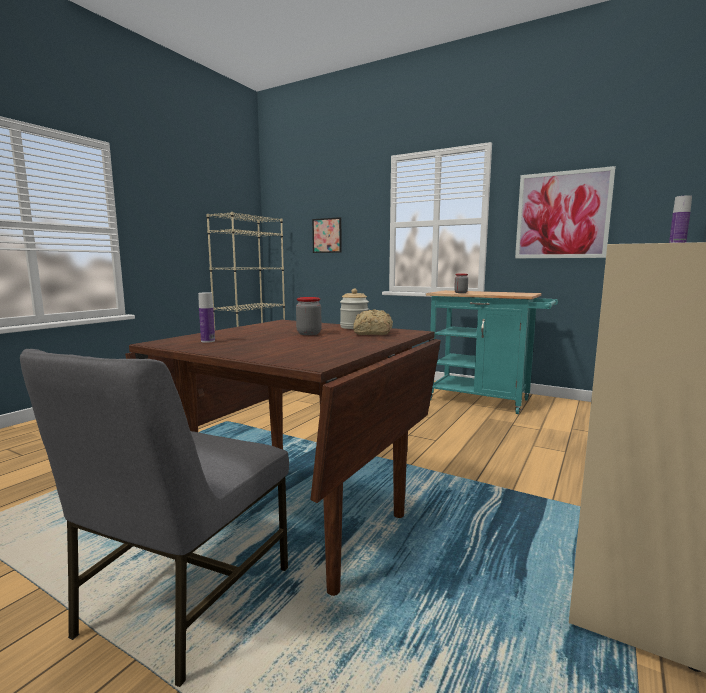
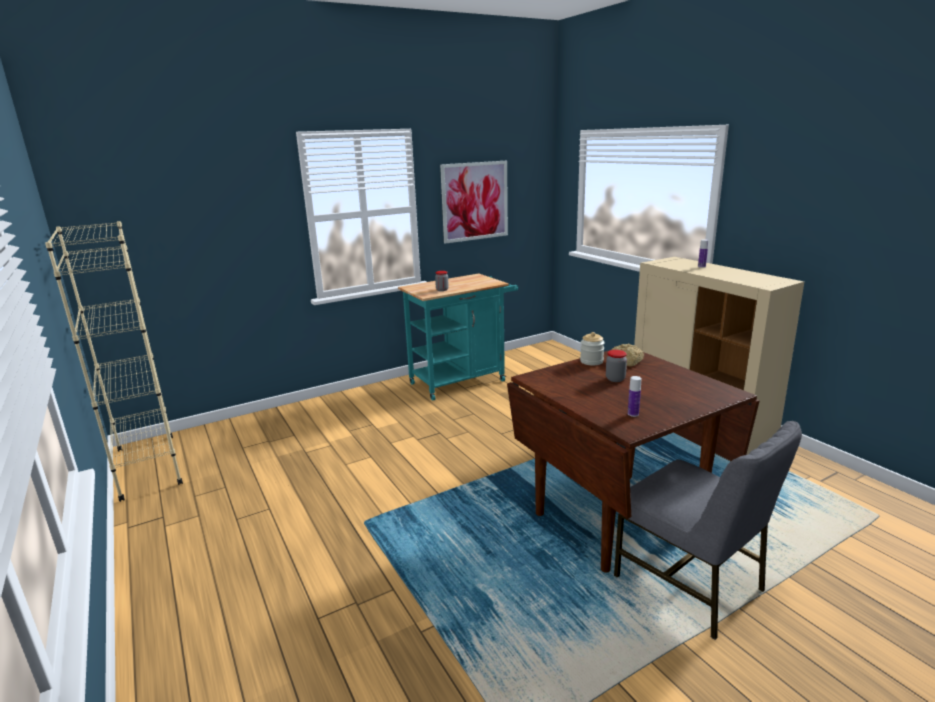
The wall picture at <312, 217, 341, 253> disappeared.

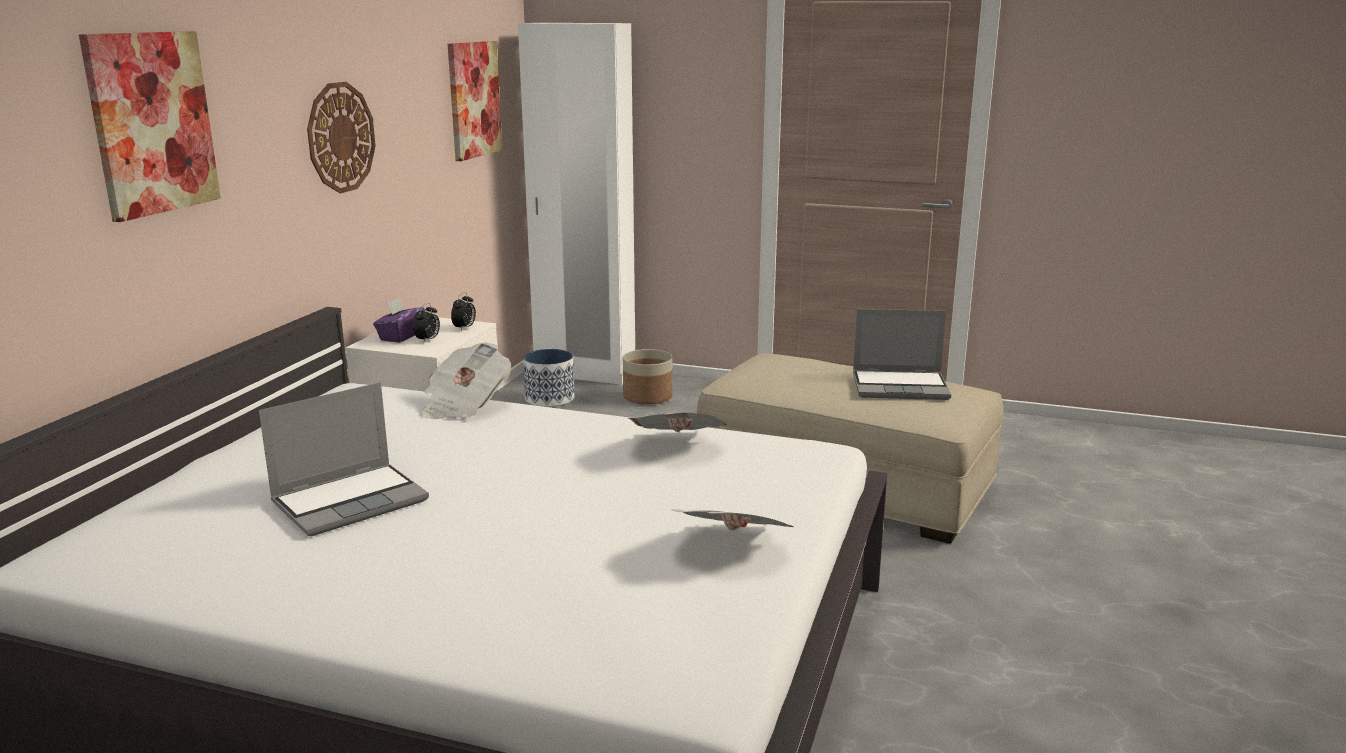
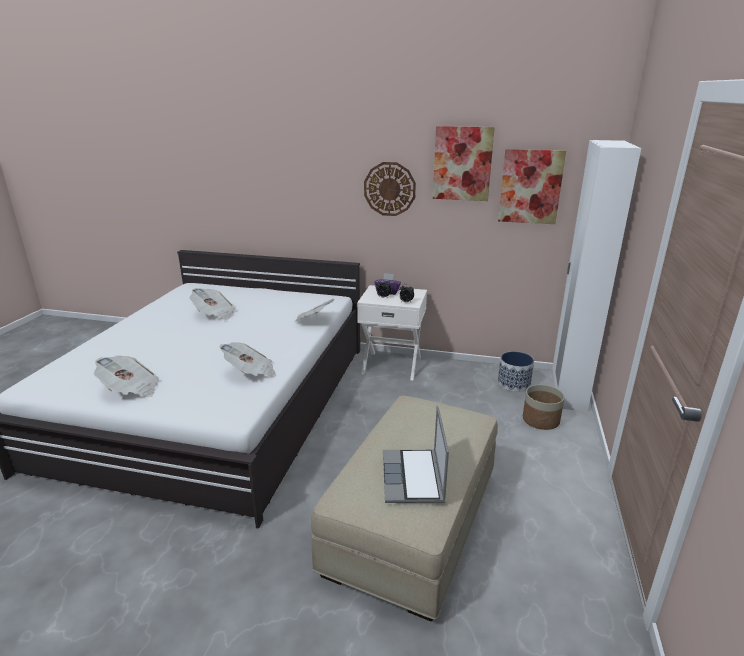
The wall picture moved from <79, 31, 221, 222> to <433, 126, 495, 201>.
The laptop at <259, 382, 429, 536> was replaced by the newspaper at <189, 288, 236, 320>.

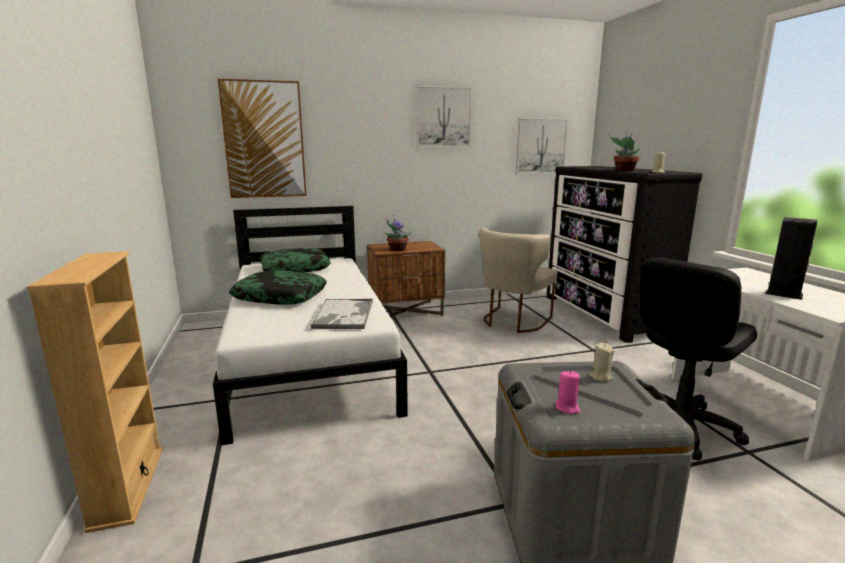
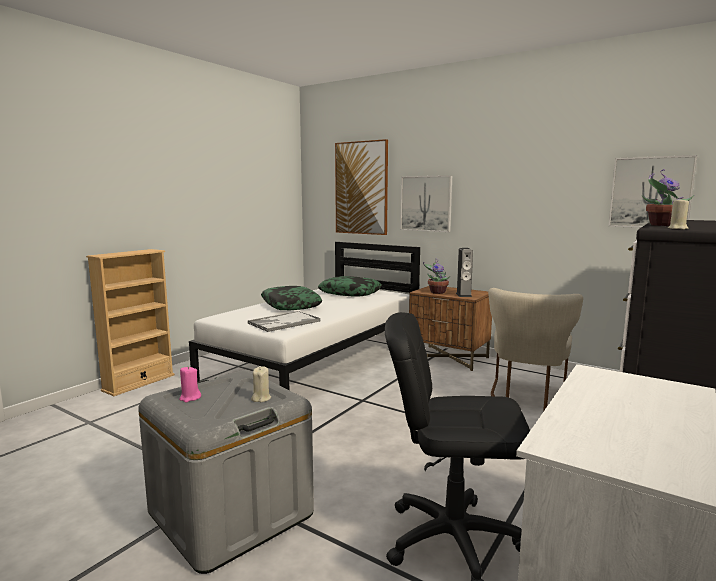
The wall picture moved from <416, 86, 472, 147> to <400, 175, 452, 232>.
The speaker moved from <765, 217, 818, 300> to <456, 248, 473, 297>.
The chair in sand-coloured at <479, 228, 558, 333> turned 60 degrees counterclockwise.

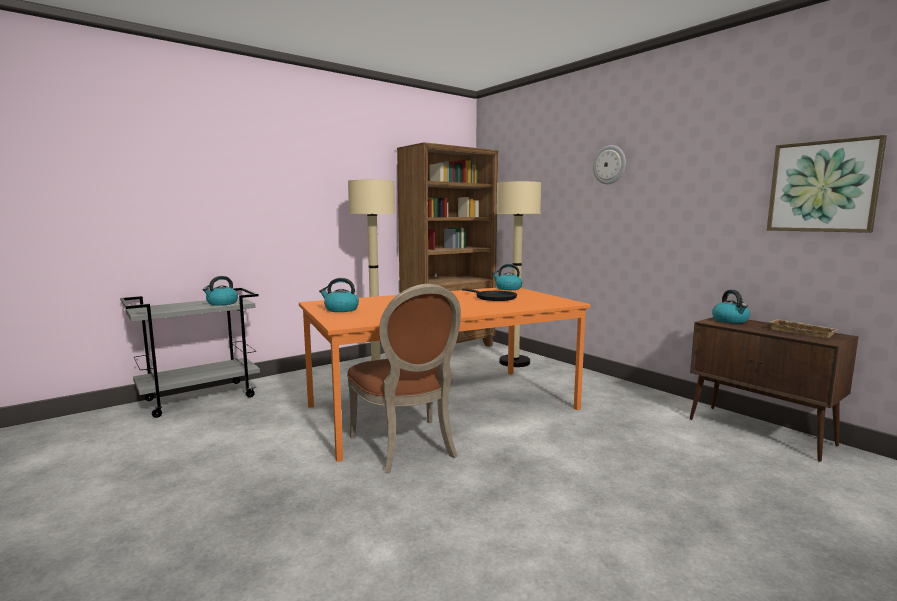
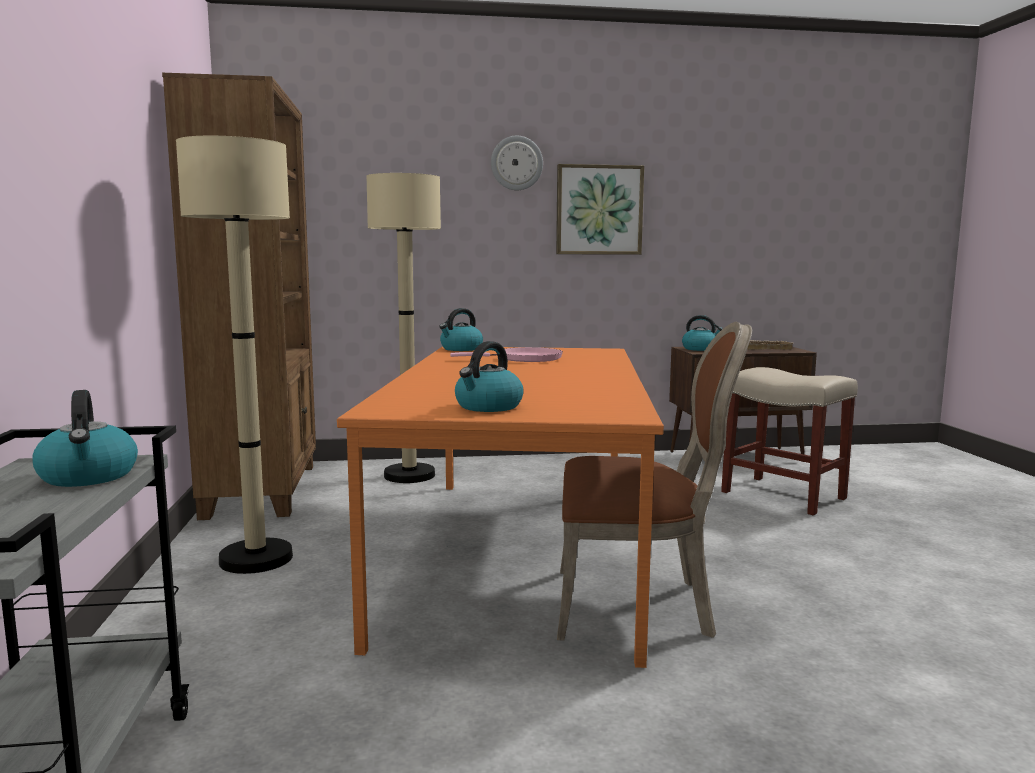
The wall picture moved from <767, 135, 887, 233> to <556, 164, 644, 255>.
The skillet in blackish at <462, 288, 517, 301> became the skillet in pink at <450, 347, 563, 362>.
The stool seat in sand-coloured at <721, 367, 858, 515> appeared.

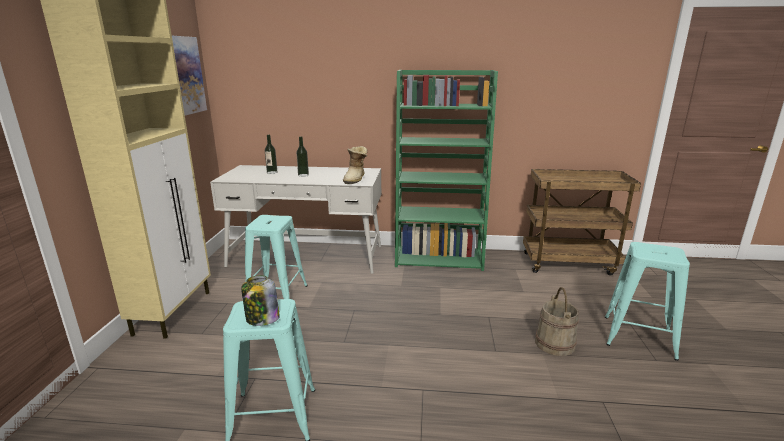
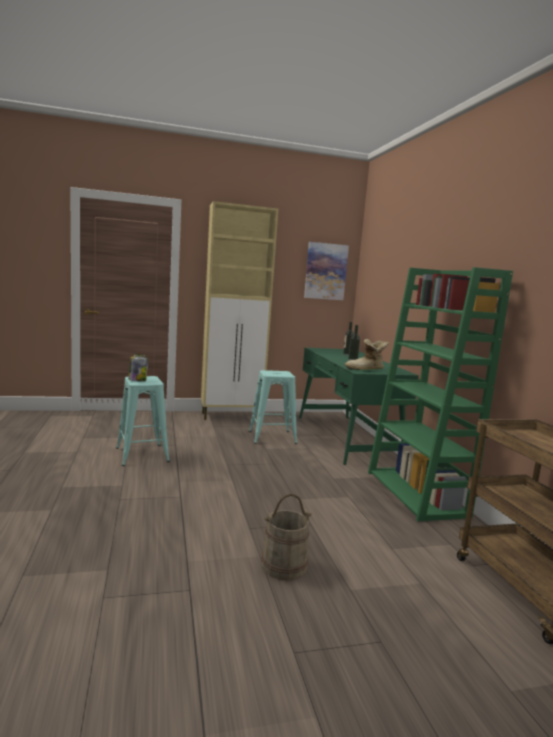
The desk unit in white-coloured at <210, 165, 381, 274> became the desk unit in green at <299, 348, 419, 465>.
The stool seat in turquoise at <605, 242, 690, 361> disappeared.

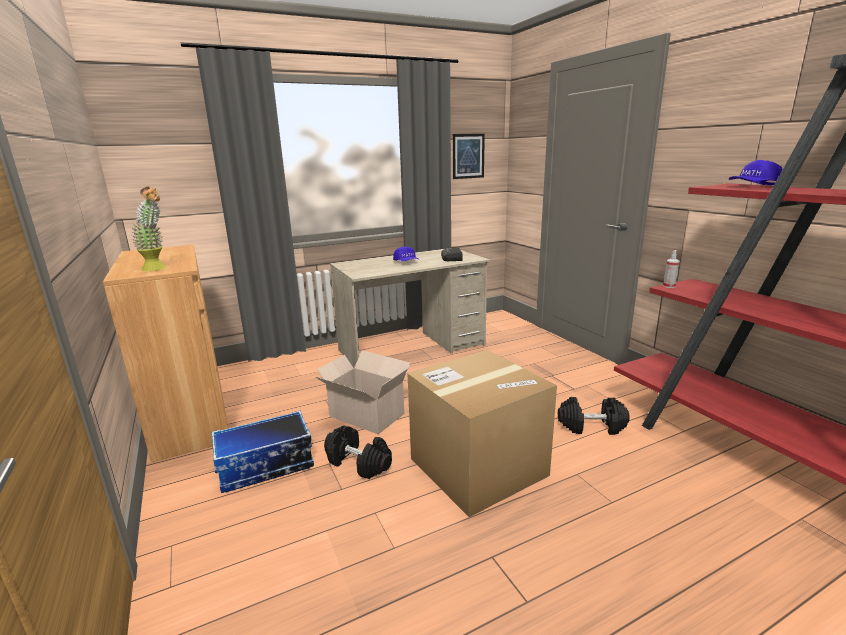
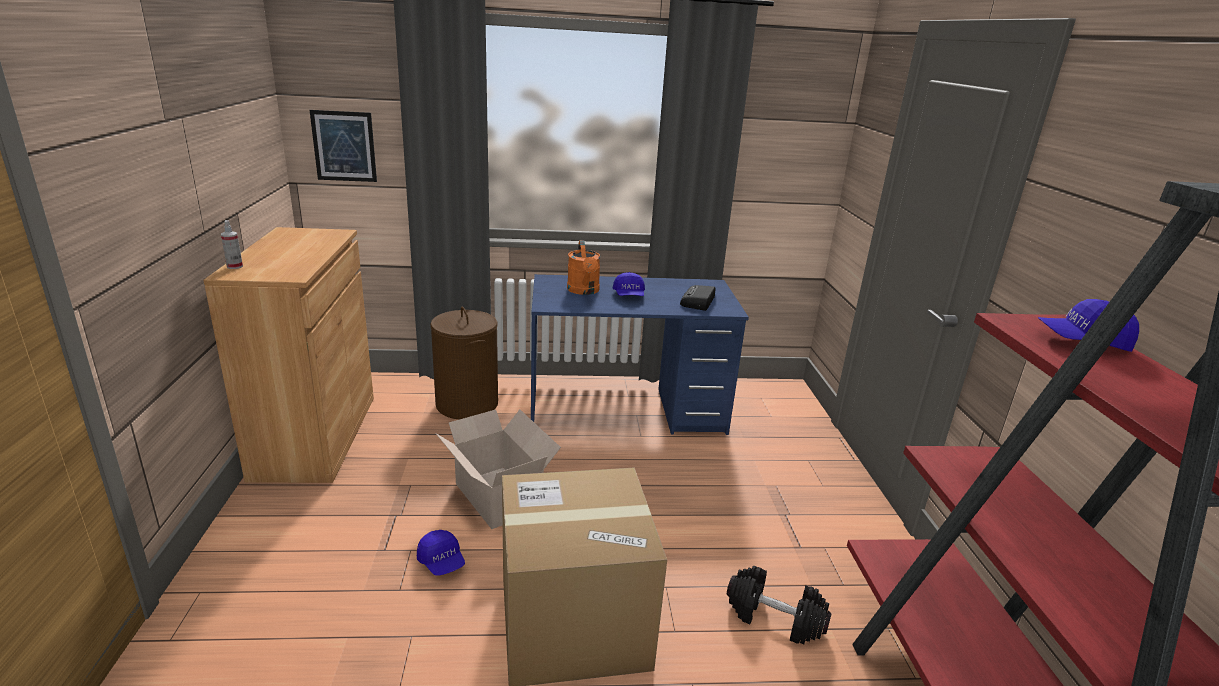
The wall picture moved from <453, 134, 485, 179> to <310, 110, 377, 182>.
The plant in a pot at <130, 187, 166, 271> disappeared.
The desk unit in sand-coloured at <330, 248, 490, 368> became the desk unit in blue-coloured at <531, 274, 749, 435>.
The spray bottle moved from <663, 250, 680, 288> to <221, 220, 243, 269>.
The storage bin at <212, 410, 314, 493> disappeared.
The hand weight in blackish at <324, 425, 392, 479> was replaced by the cap in blue-coloured at <417, 530, 465, 575>.
The watering pot in orange-coloured at <567, 240, 600, 295> appeared.
The hamper in brown-coloured at <430, 307, 498, 420> appeared.

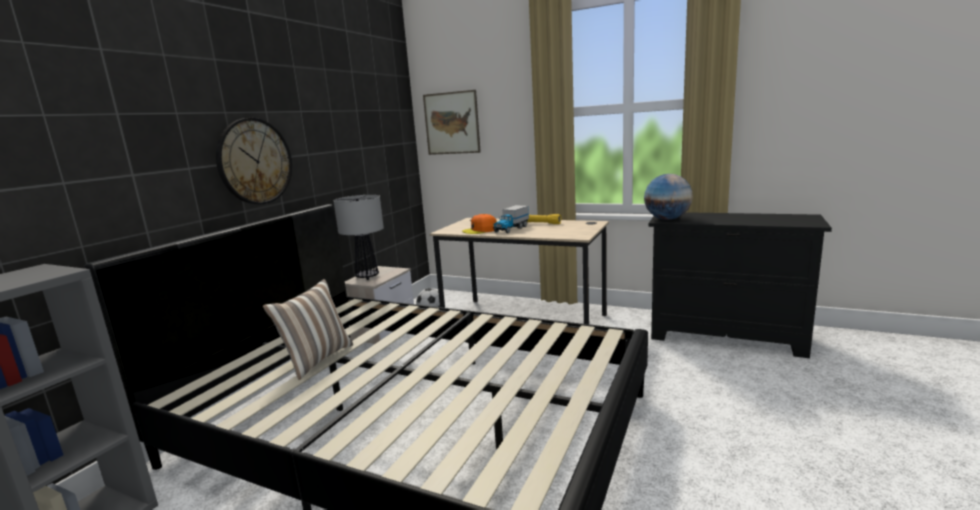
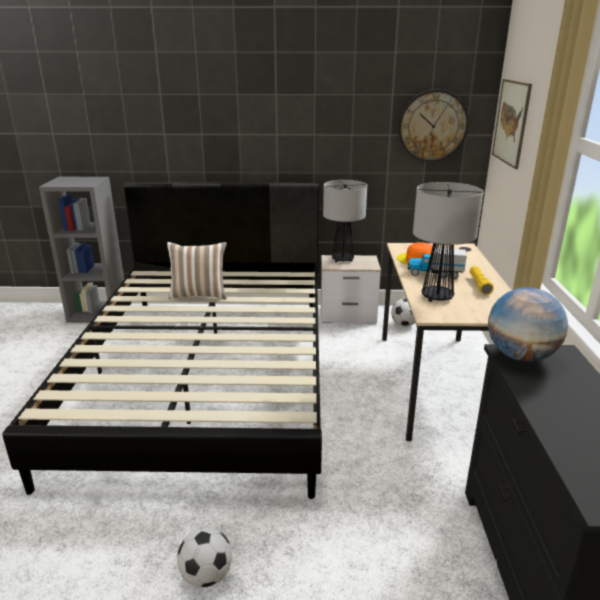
The wall clock moved from <216, 118, 292, 204> to <398, 89, 469, 162>.
The lamp for a table at <413, 182, 484, 302> appeared.
The football ball at <177, 527, 232, 587> appeared.

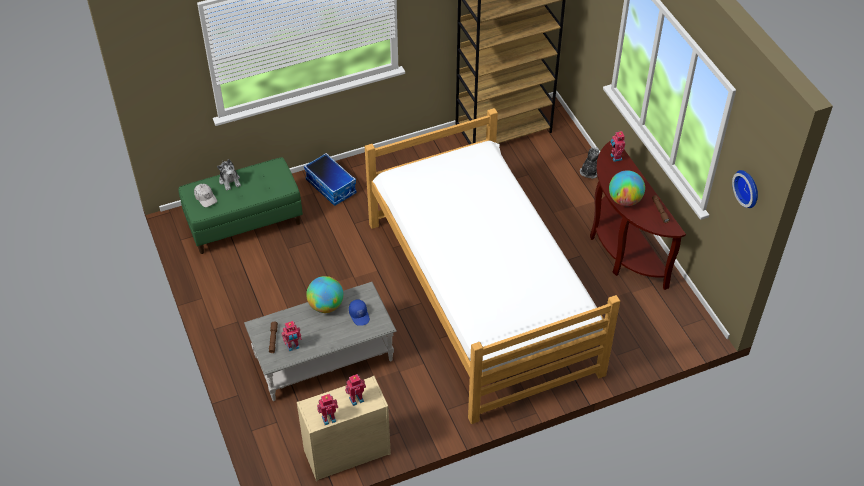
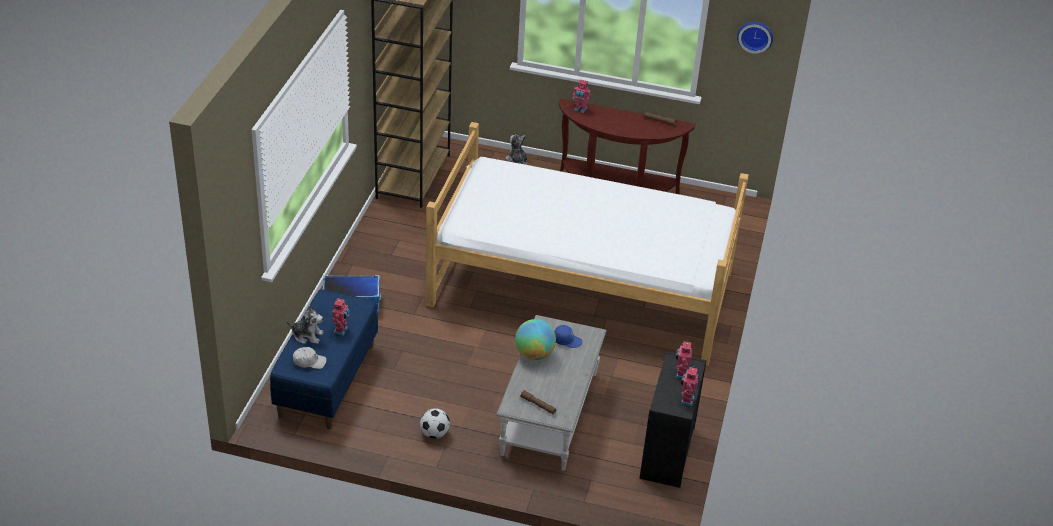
The long seat in green at <178, 157, 303, 254> became the long seat in blue-coloured at <270, 289, 378, 429>.
The world globe at <609, 170, 645, 206> disappeared.
The toy robot moved from <282, 321, 302, 351> to <332, 298, 350, 336>.
The drawer chest in sand-coloured at <297, 376, 391, 481> became the drawer chest in blackish at <639, 352, 707, 488>.
The football ball at <420, 408, 450, 439> appeared.

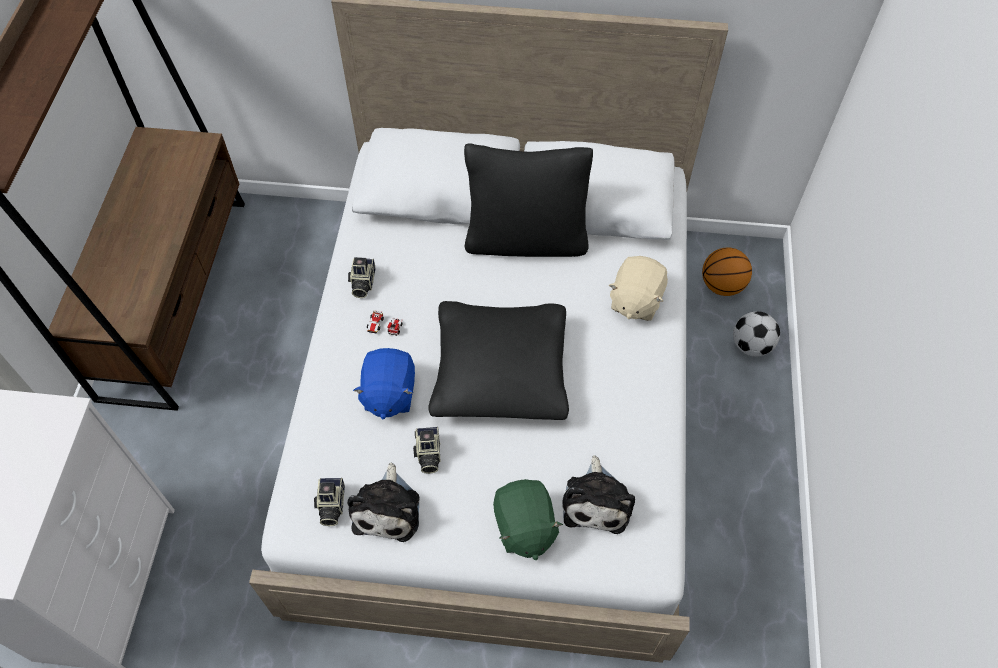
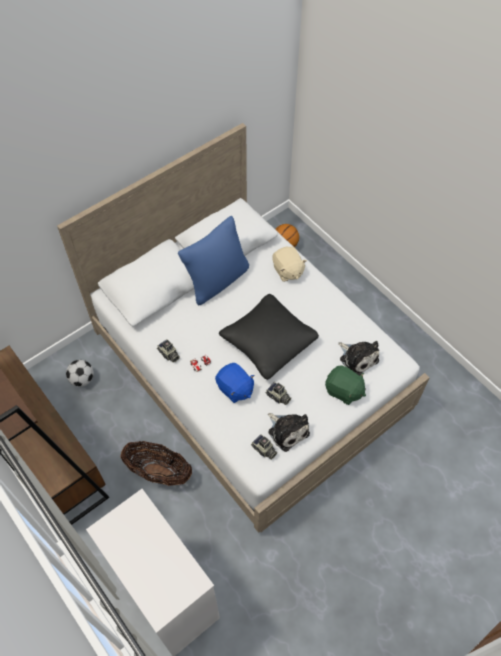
The cushion in blackish at <464, 143, 593, 257> became the cushion in blue-coloured at <178, 216, 249, 305>.
The football ball moved from <733, 311, 780, 357> to <66, 360, 94, 387>.
The basket at <120, 441, 192, 486> appeared.

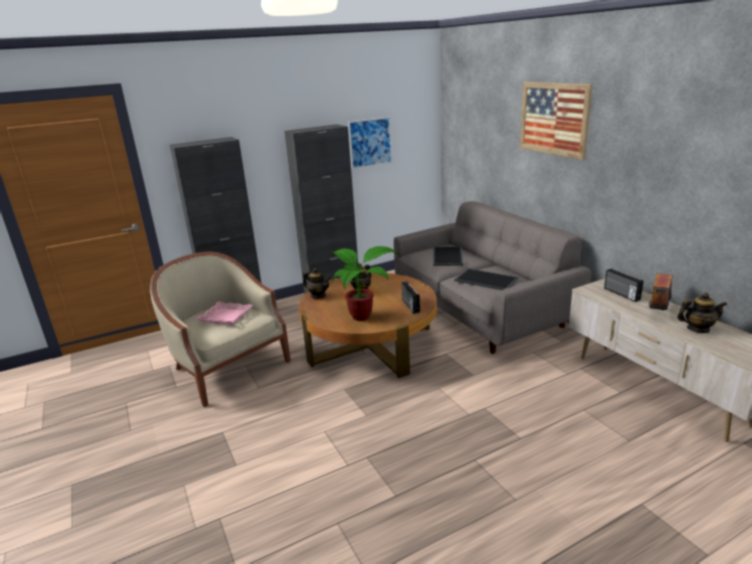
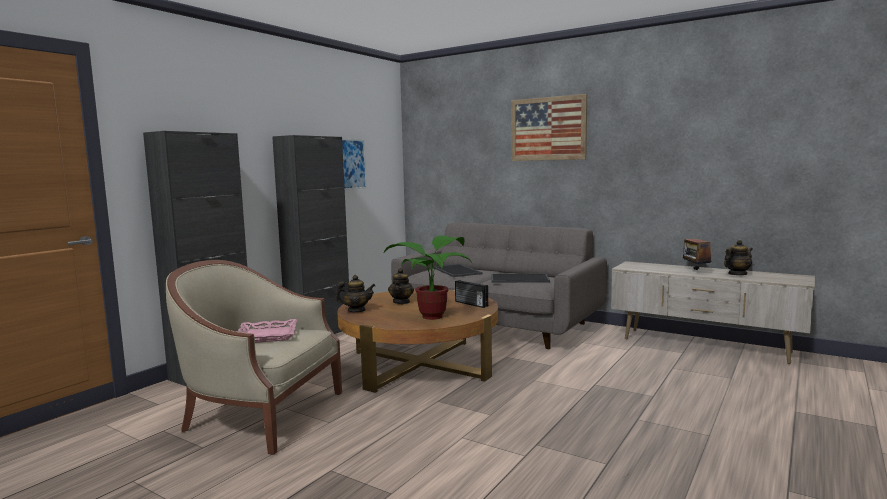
The radio set at <604, 269, 643, 302> disappeared.

